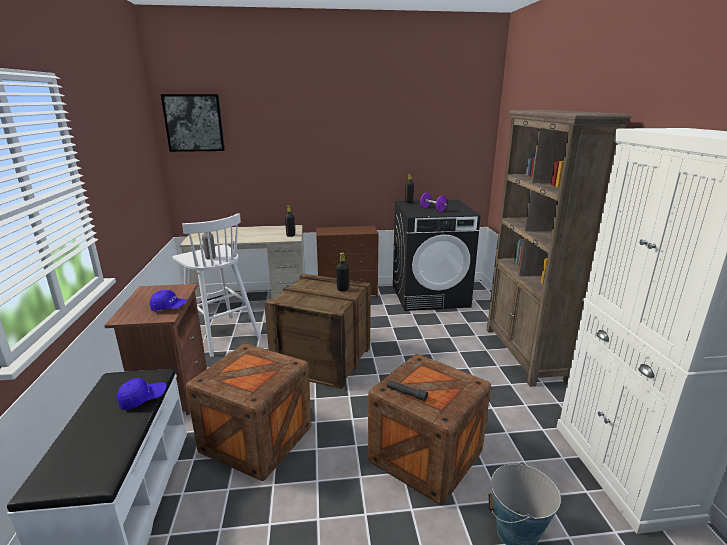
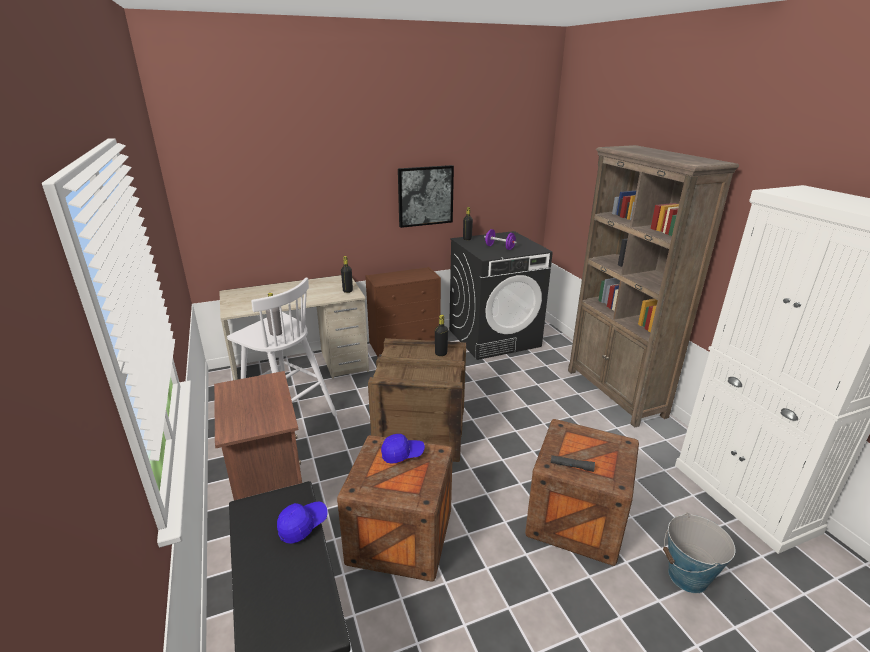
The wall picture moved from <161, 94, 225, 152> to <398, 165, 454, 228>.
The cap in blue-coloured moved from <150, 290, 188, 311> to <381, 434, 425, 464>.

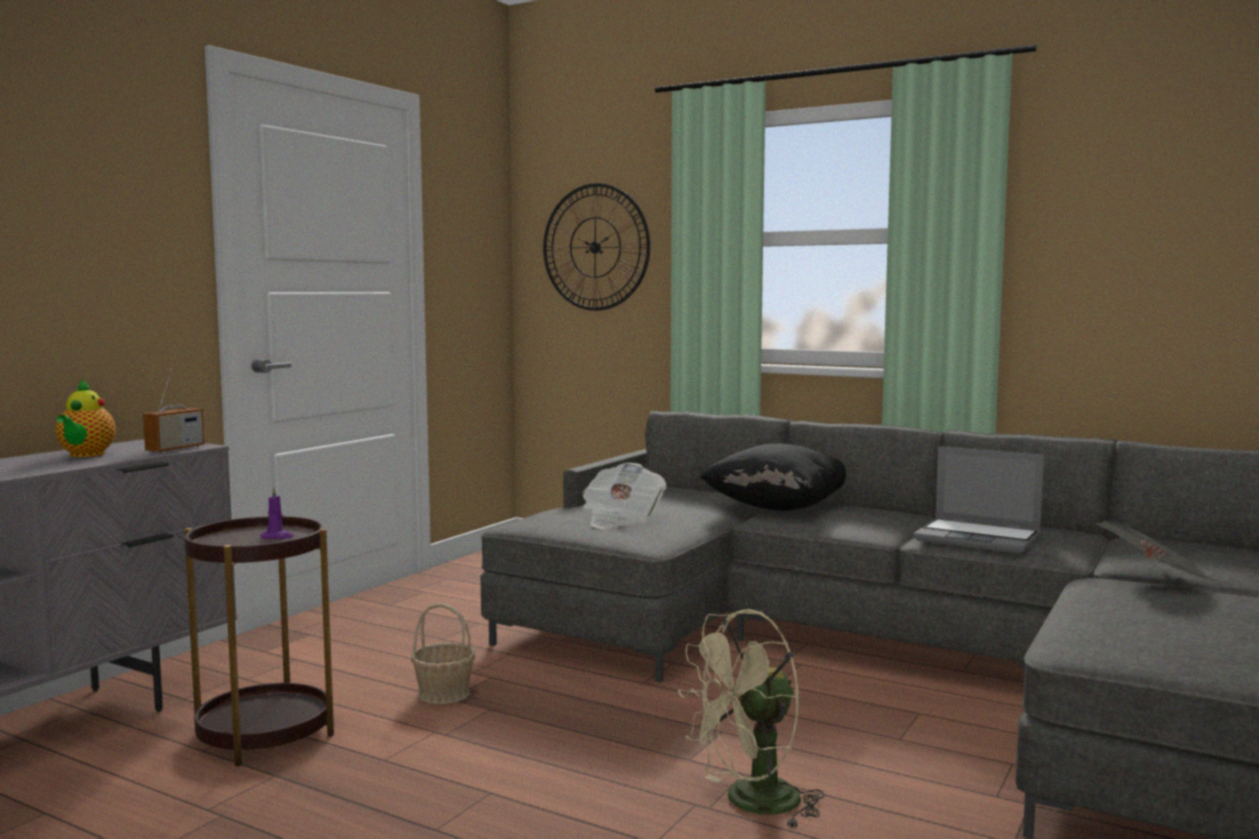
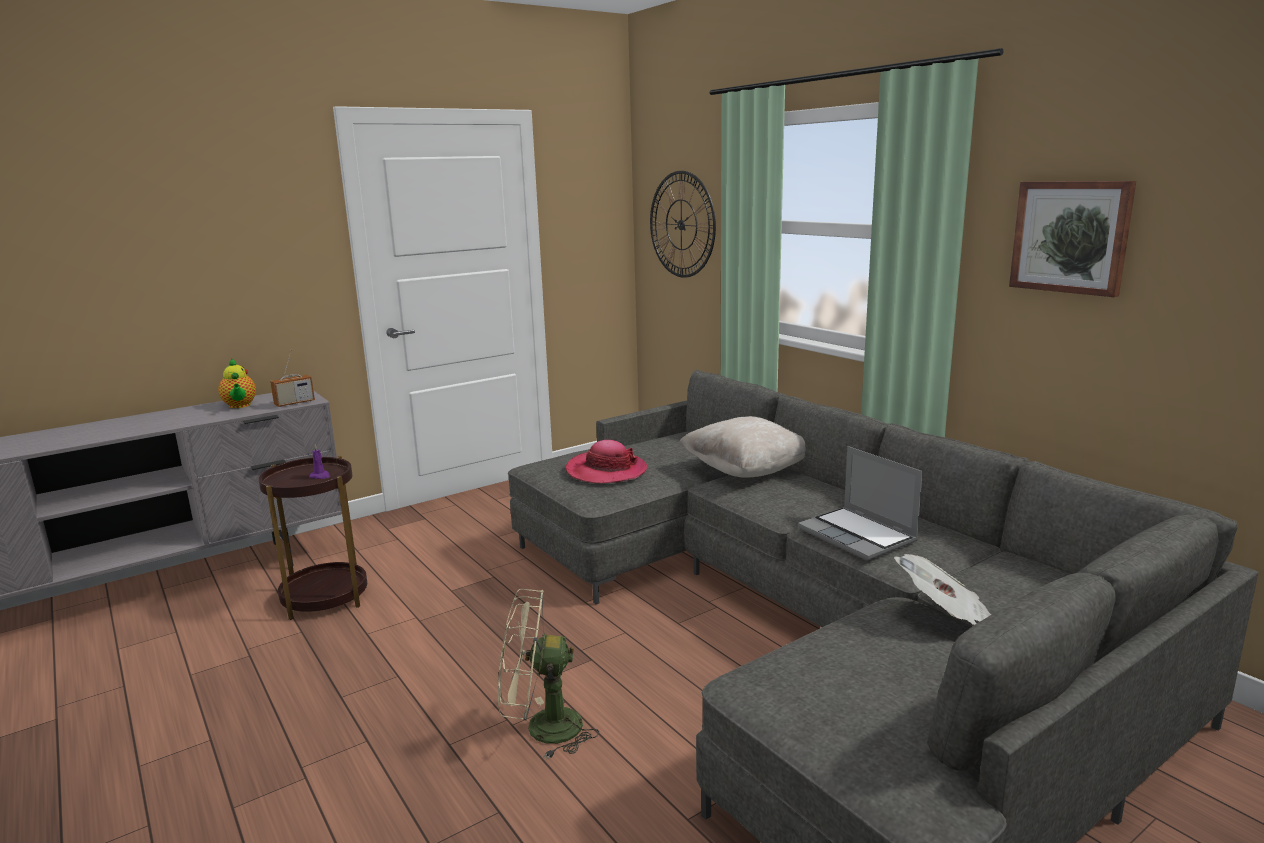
The teapot at <56, 379, 116, 457> turned 45 degrees counterclockwise.
The cushion in blackish at <699, 444, 846, 511> became the cushion in sand-coloured at <679, 416, 806, 478>.
The newspaper at <582, 463, 667, 529> was replaced by the hat at <566, 440, 647, 484>.
The basket at <411, 603, 475, 704> disappeared.
The wall picture at <1009, 181, 1136, 297> appeared.

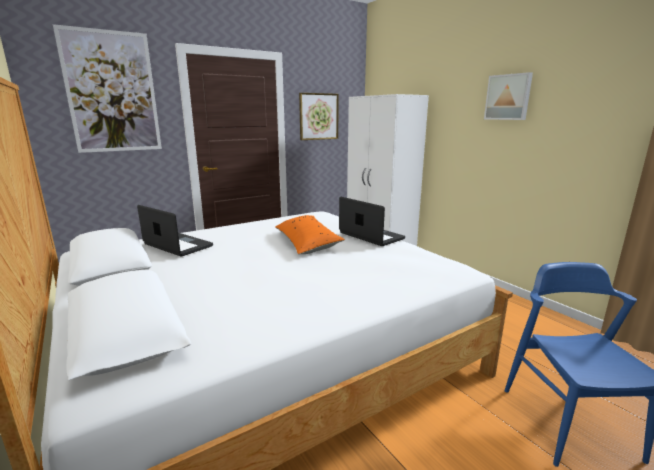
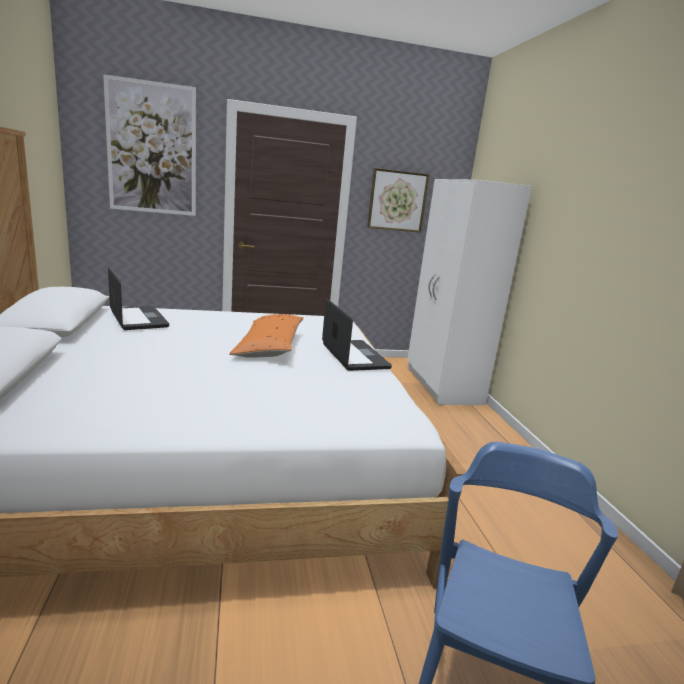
The wall picture at <484, 72, 533, 120> disappeared.

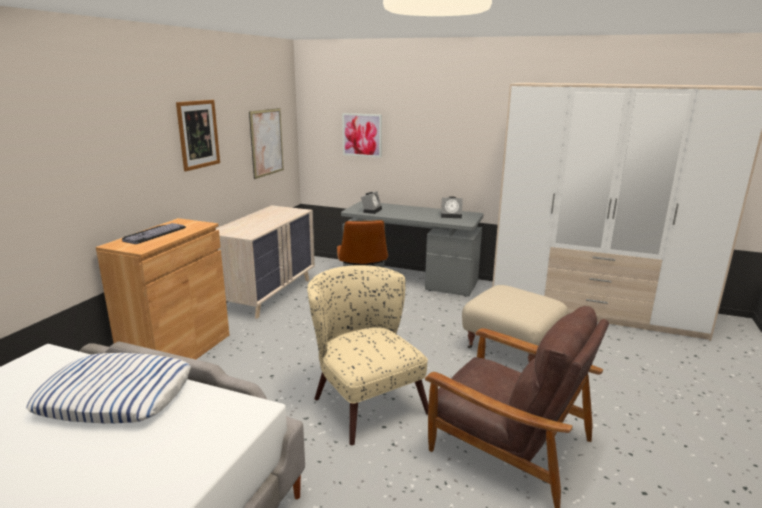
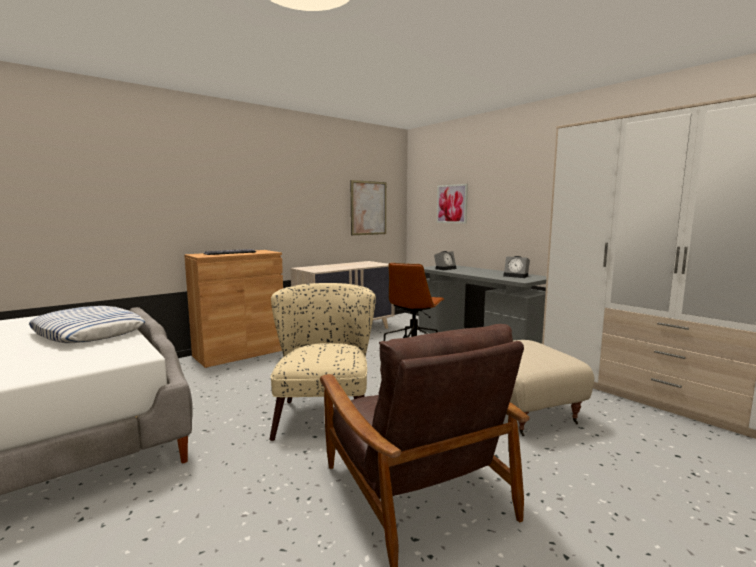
The wall picture at <176, 100, 220, 171> disappeared.

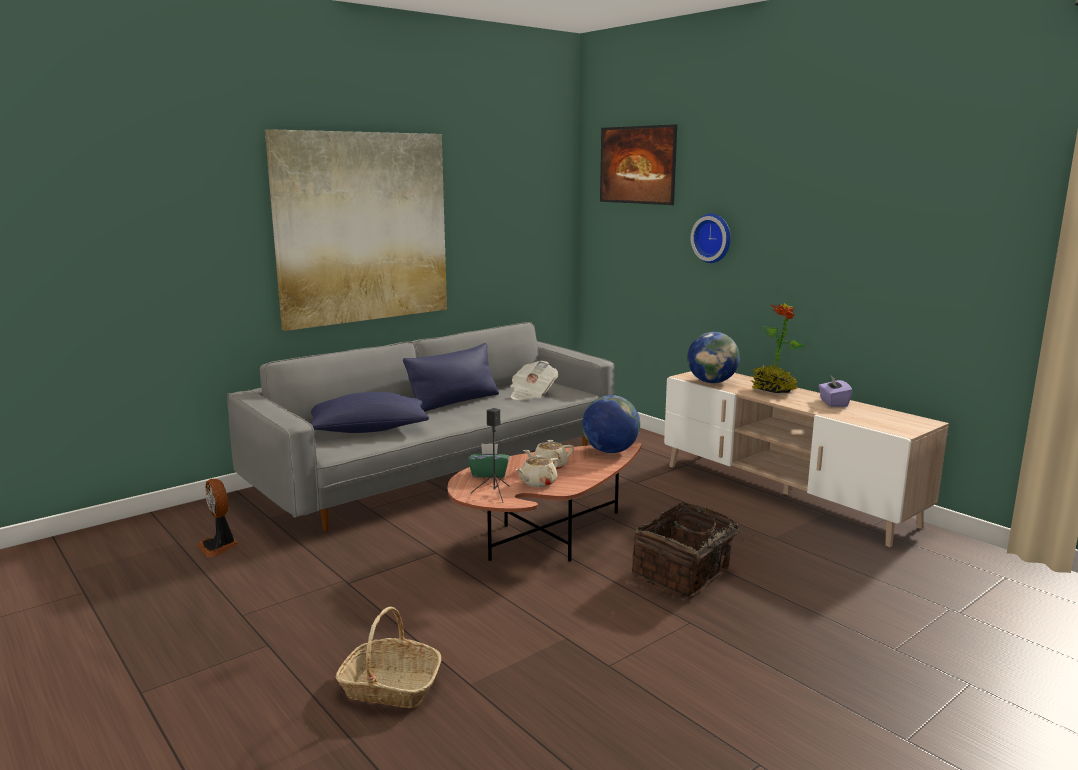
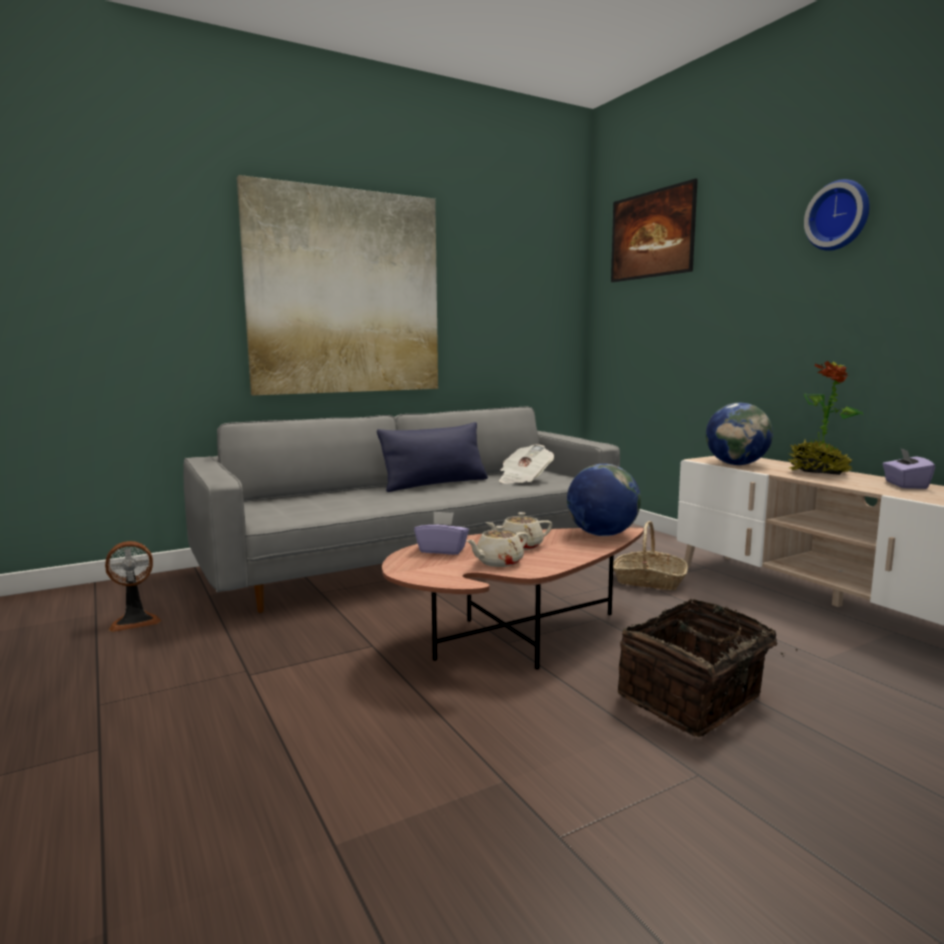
The wall clock moved from <691, 214, 731, 263> to <804, 179, 870, 251>.
The cushion in blue-coloured at <310, 392, 429, 433> disappeared.
The speaker in blackish at <471, 408, 510, 503> disappeared.
The tissue holder in green at <468, 443, 510, 478> became the tissue holder in purple-coloured at <414, 511, 469, 555>.
The cooling fan at <197, 479, 239, 557> turned 90 degrees counterclockwise.
The basket moved from <336, 607, 441, 708> to <613, 521, 688, 590>.

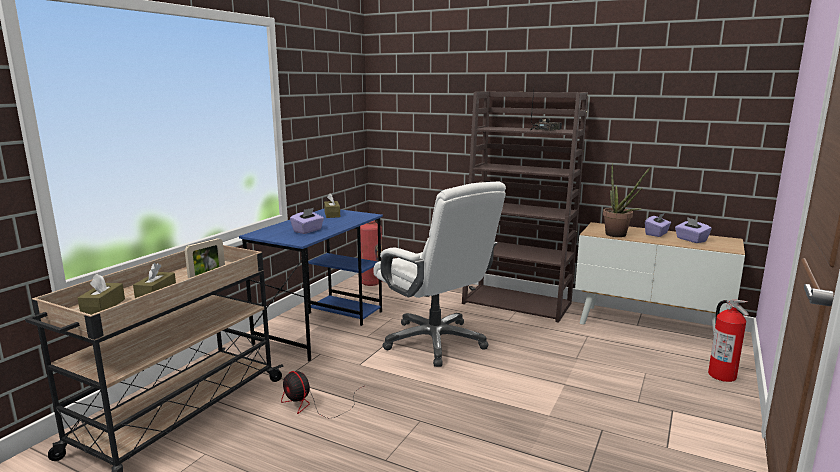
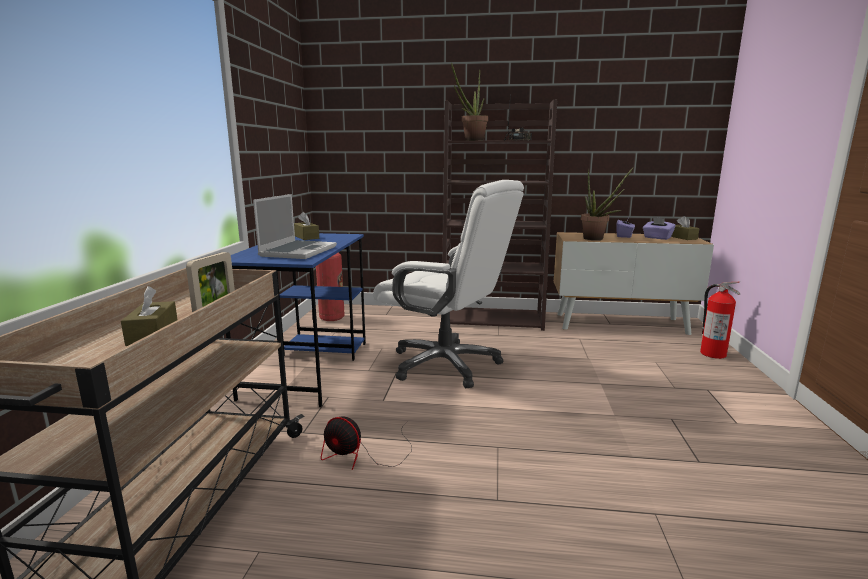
The tissue holder in purple-coloured at <290, 208, 324, 234> was replaced by the laptop at <253, 194, 337, 259>.
The tissue holder in brown-coloured moved from <78, 274, 125, 315> to <671, 216, 700, 240>.
The plant in a pot at <451, 62, 488, 141> appeared.

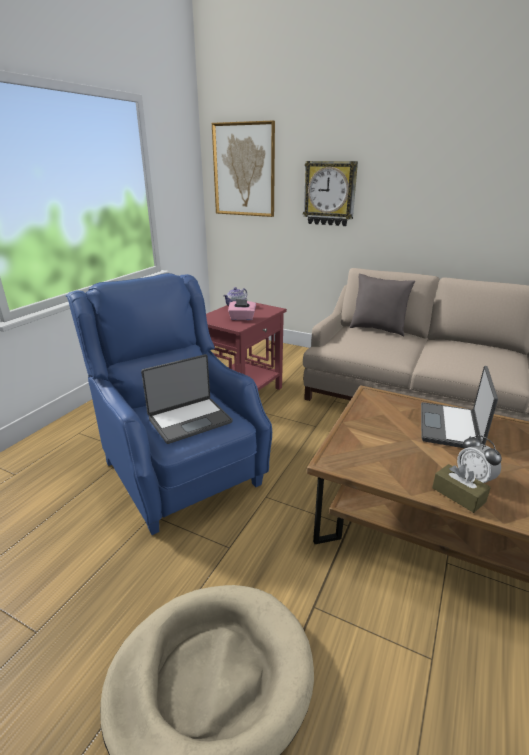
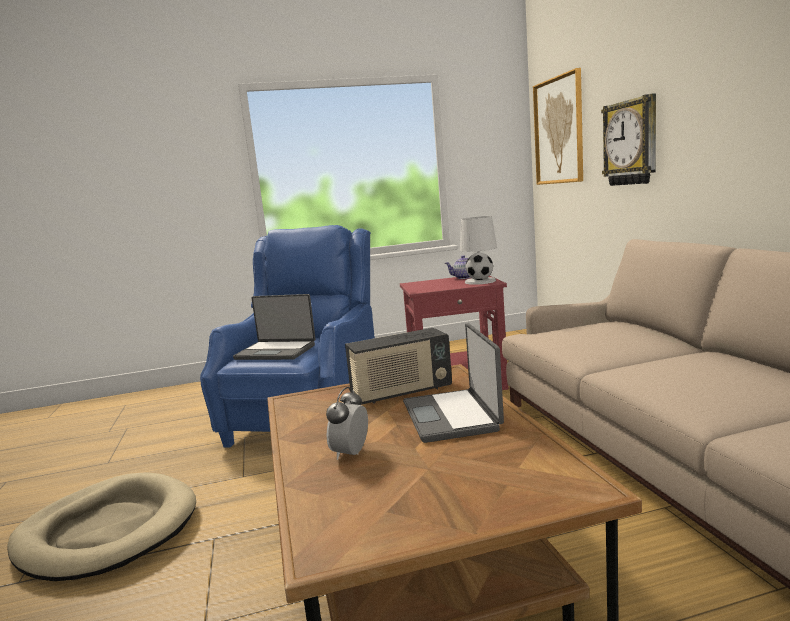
The cushion in grey at <350, 274, 415, 336> disappeared.
The tissue holder in pink at <228, 299, 256, 320> disappeared.
The laptop at <421, 366, 498, 448> turned 75 degrees counterclockwise.
The tissue holder in brown-coloured at <432, 464, 491, 513> disappeared.
The lamp for a table in white-coloured at <460, 216, 497, 285> appeared.
The radio set at <345, 328, 452, 404> appeared.

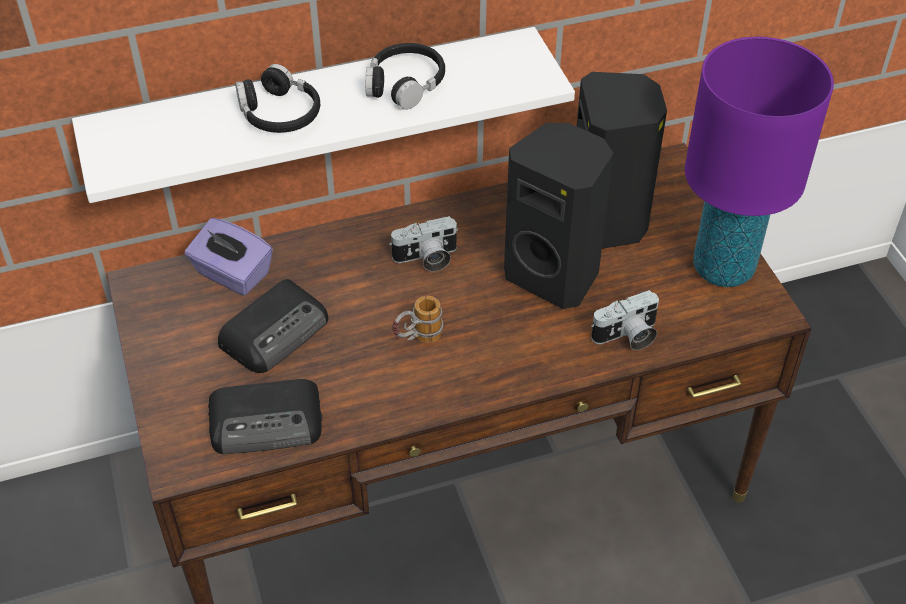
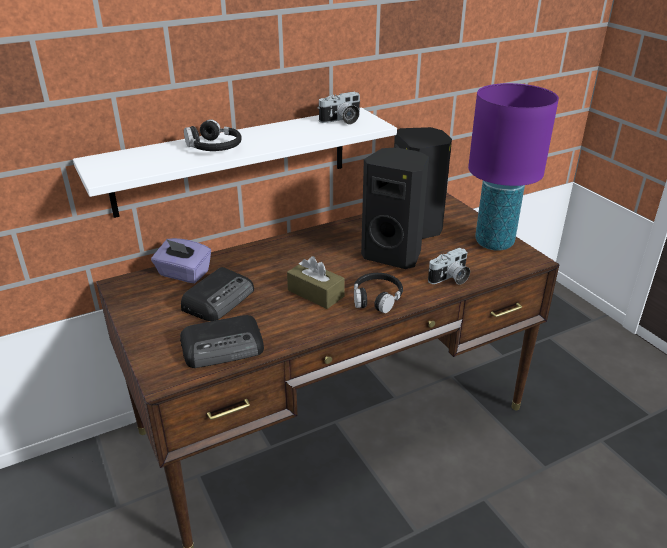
The pair of headphones in blackish moved from <365, 43, 445, 110> to <354, 273, 403, 313>.
The photo camera moved from <389, 216, 459, 272> to <318, 92, 360, 124>.
The tea mug at <392, 296, 443, 343> was replaced by the tissue holder in brown-coloured at <287, 256, 345, 309>.

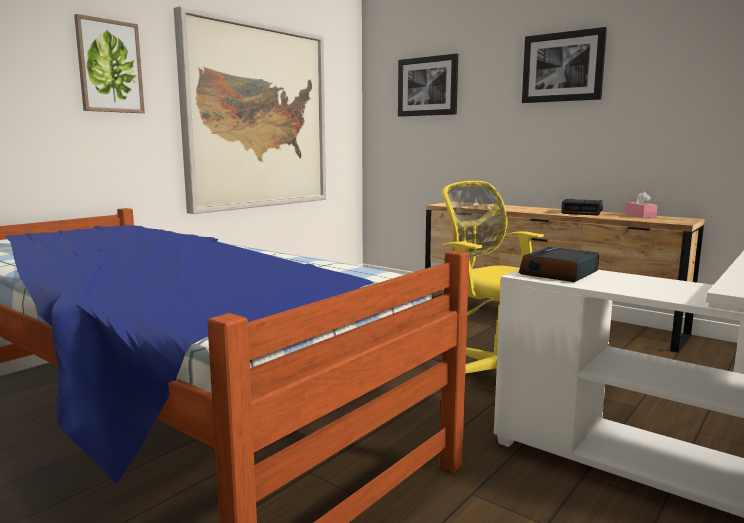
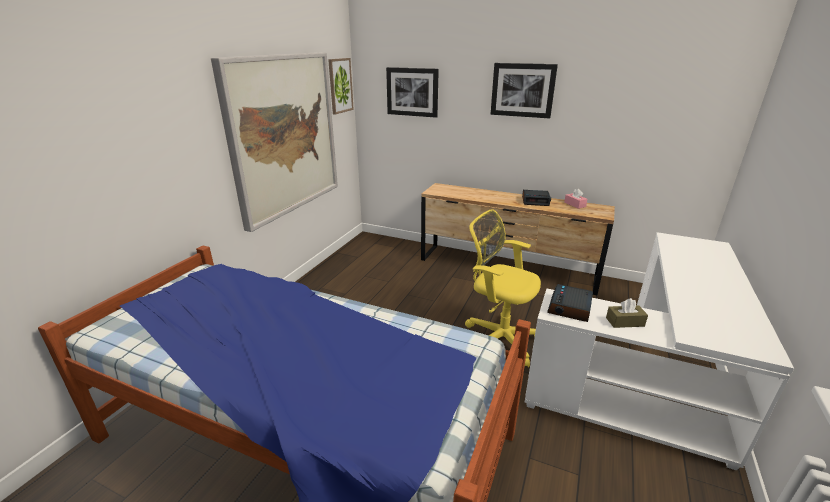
The wall picture moved from <74, 14, 145, 113> to <328, 58, 354, 115>.
The tissue holder in brown-coloured at <606, 298, 648, 328> appeared.

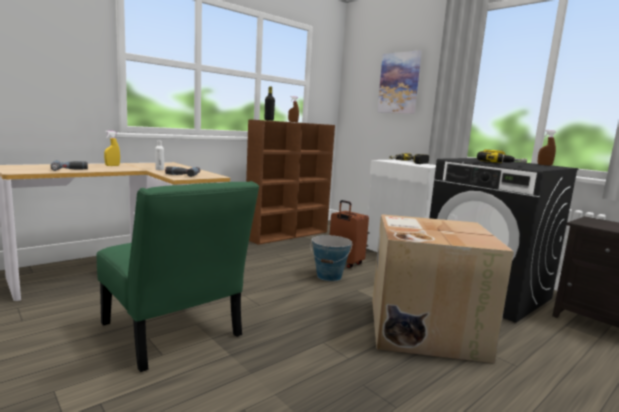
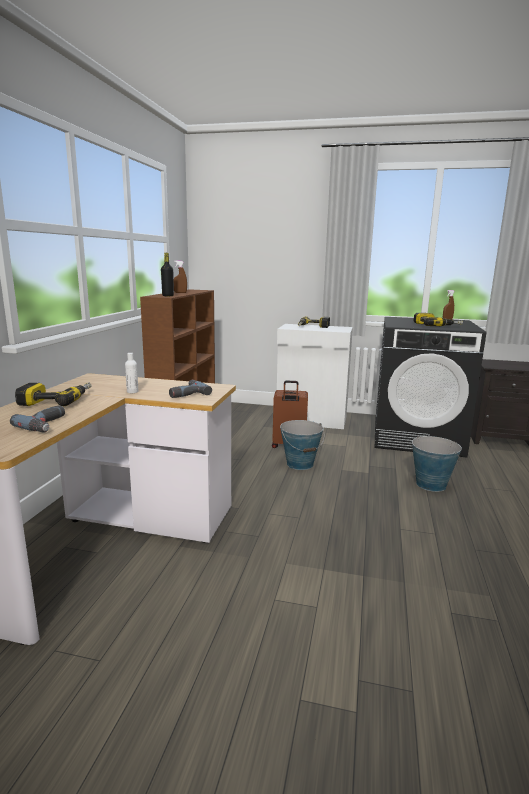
The wall picture at <377, 50, 422, 114> disappeared.
The spray bottle in yellow at <104, 131, 120, 166> was replaced by the electric drill at <15, 382, 92, 406>.
The chair in green at <97, 181, 259, 372> disappeared.
The packing box at <372, 214, 514, 363> was replaced by the water bucket at <412, 435, 462, 492>.

